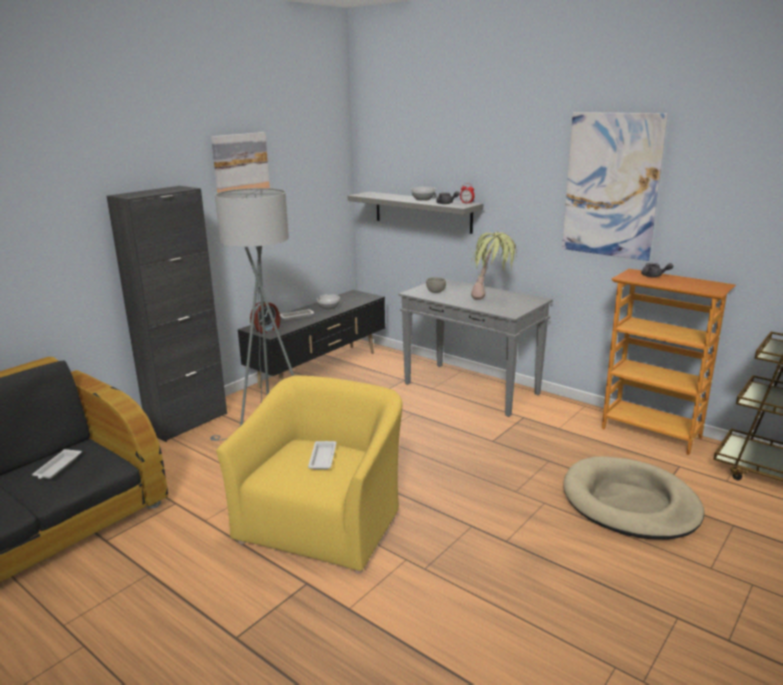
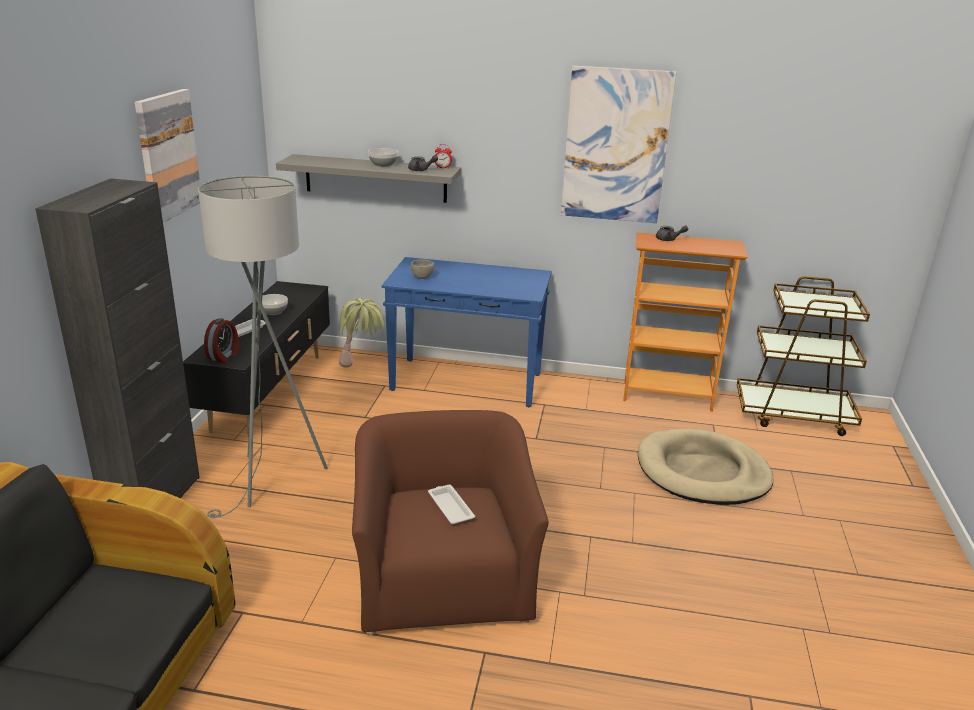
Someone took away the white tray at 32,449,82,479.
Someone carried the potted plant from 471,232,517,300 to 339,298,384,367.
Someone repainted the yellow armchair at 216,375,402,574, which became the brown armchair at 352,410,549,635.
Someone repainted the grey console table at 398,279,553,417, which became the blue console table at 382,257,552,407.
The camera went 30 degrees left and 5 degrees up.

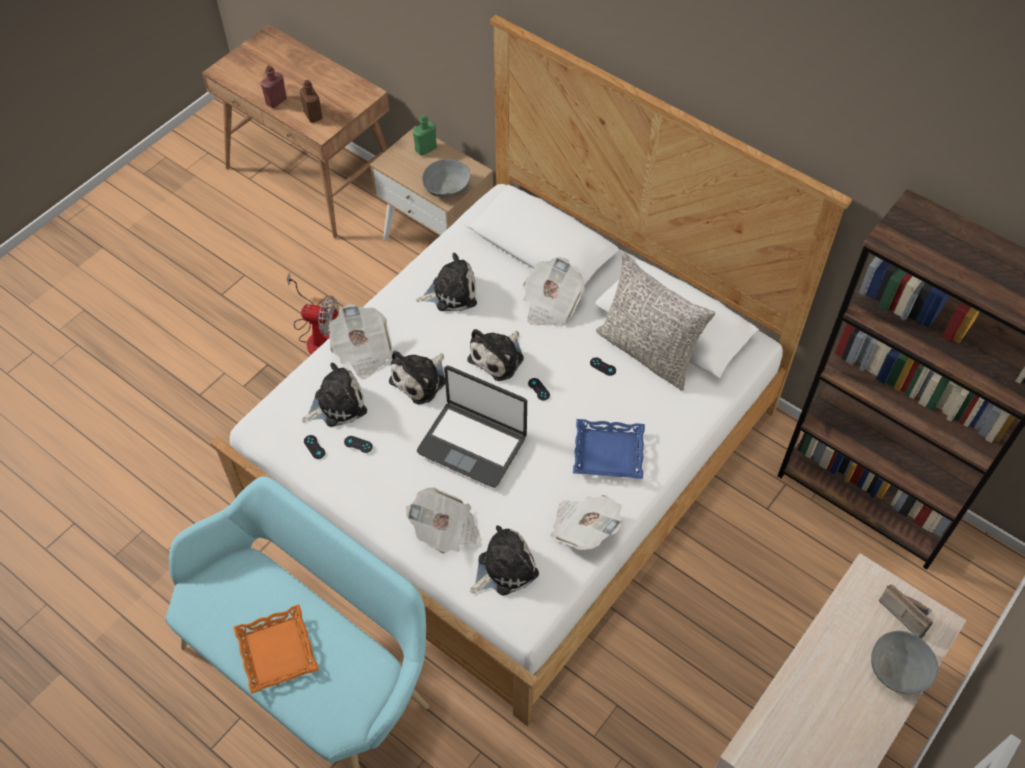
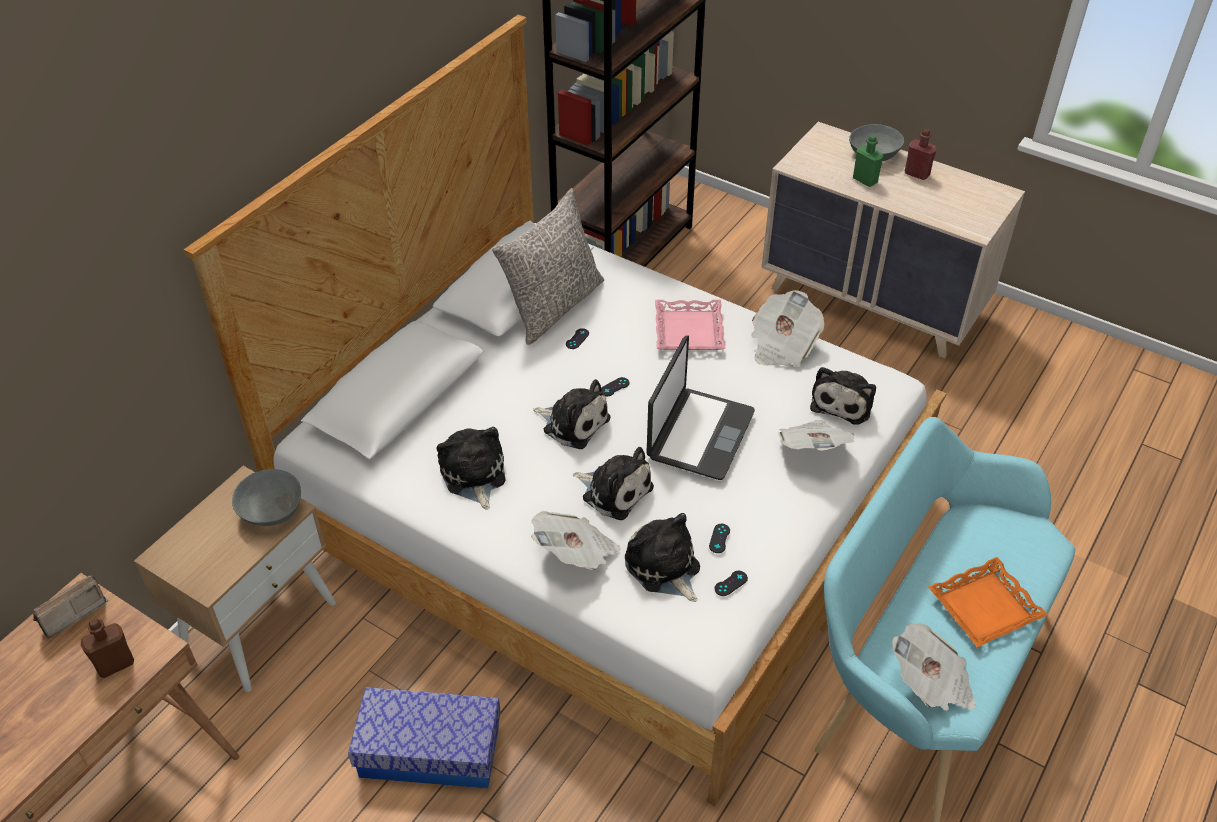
Someone carried the red bottle from 260,65,287,108 to 905,129,937,180.
Someone carried the green bottle from 413,115,437,156 to 853,135,884,187.
Someone carried the newspaper from 523,257,585,326 to 892,623,976,711.
Someone carried the radio from 879,584,933,639 to 32,575,108,639.
Someone swapped the fan at 287,273,339,354 for the storage box at 348,687,501,789.
Someone repainted the blue tray at 573,419,645,479, which became the pink tray at 655,300,725,350.
Someone rotated the plush toy at 470,525,539,596 by 120 degrees counterclockwise.
The camera went 95 degrees left and 10 degrees down.

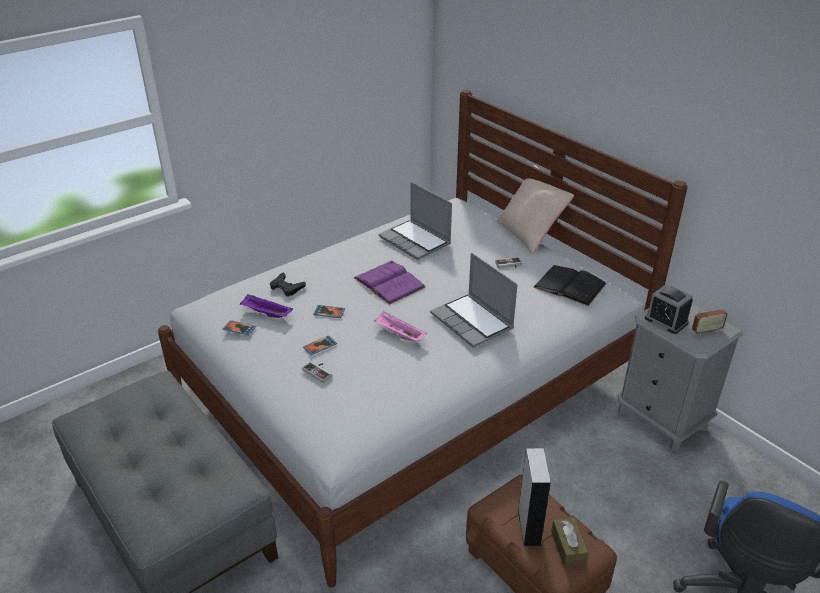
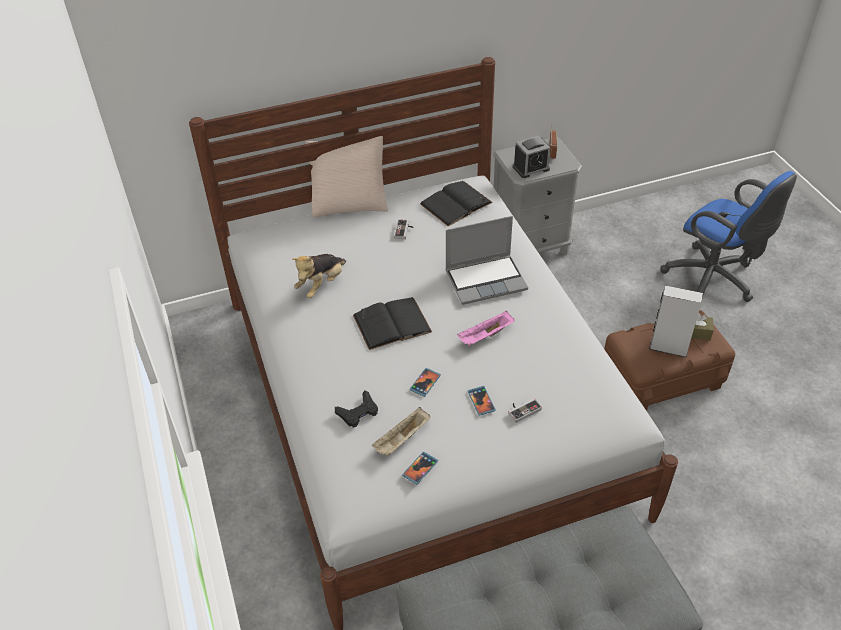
Someone swapped the laptop at 379,182,452,260 for the plush toy at 292,254,346,298.
Someone repainted the purple tray at 240,294,293,318, which became the beige tray at 372,407,431,456.
Someone repainted the purple book at 354,260,425,305, which became the black book at 353,297,432,350.
The camera went 70 degrees left and 10 degrees up.

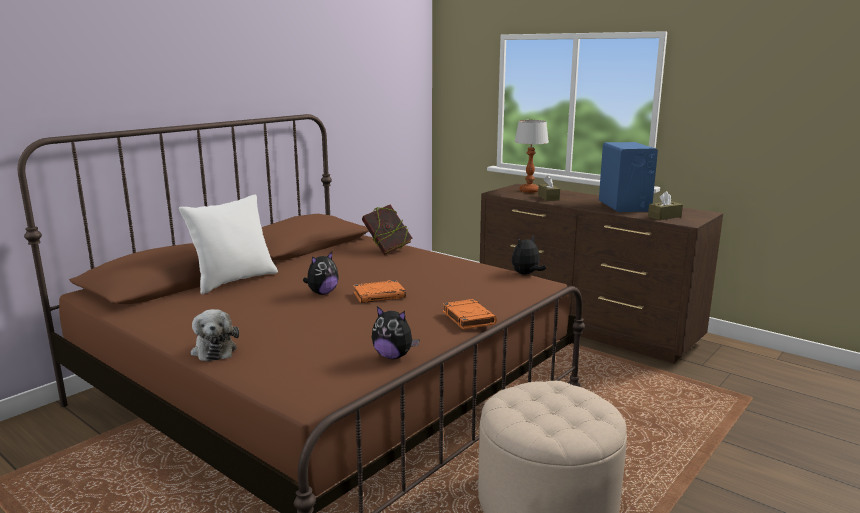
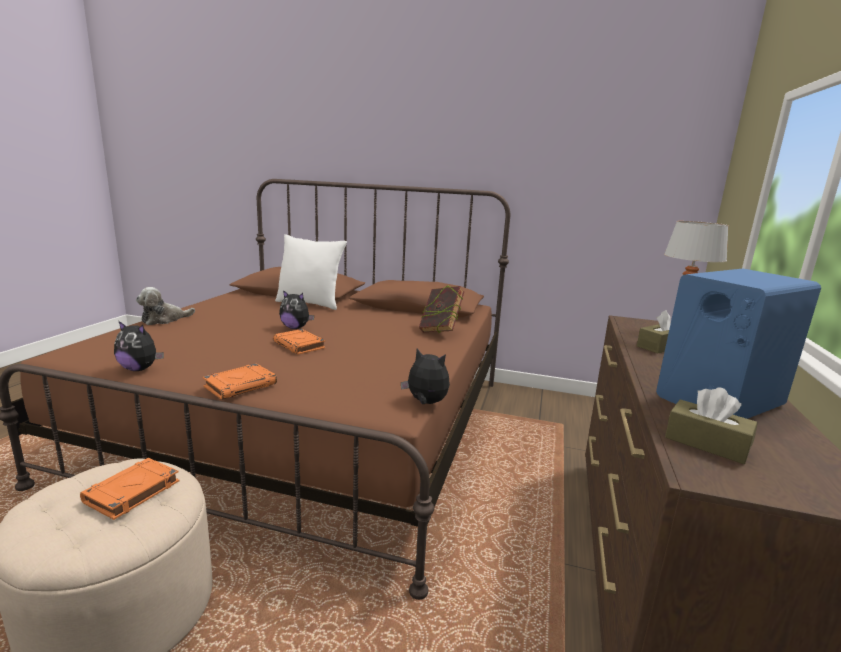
Someone put down the orange book at 80,458,179,520.
Someone rotated the plush toy at 371,306,419,359 by 75 degrees counterclockwise.
The camera went 65 degrees right and 0 degrees up.

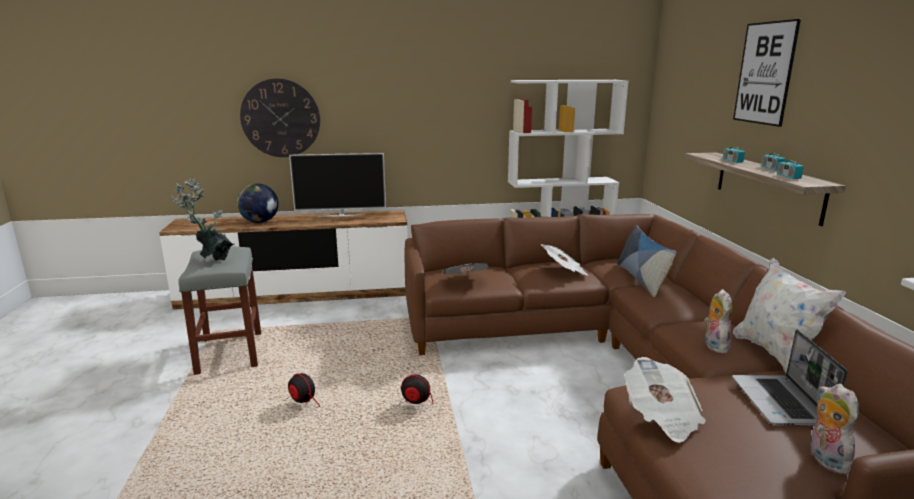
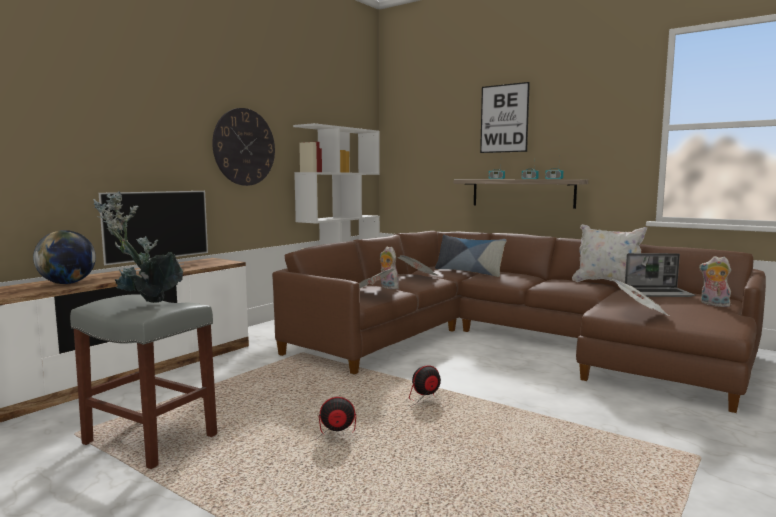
Someone carried the wall clock from 240,78,320,157 to 212,108,275,186.
Someone carried the plush toy from 704,289,732,354 to 380,246,399,289.
Someone rotated the laptop at 732,329,848,426 by 45 degrees counterclockwise.
The camera went 45 degrees left and 10 degrees down.

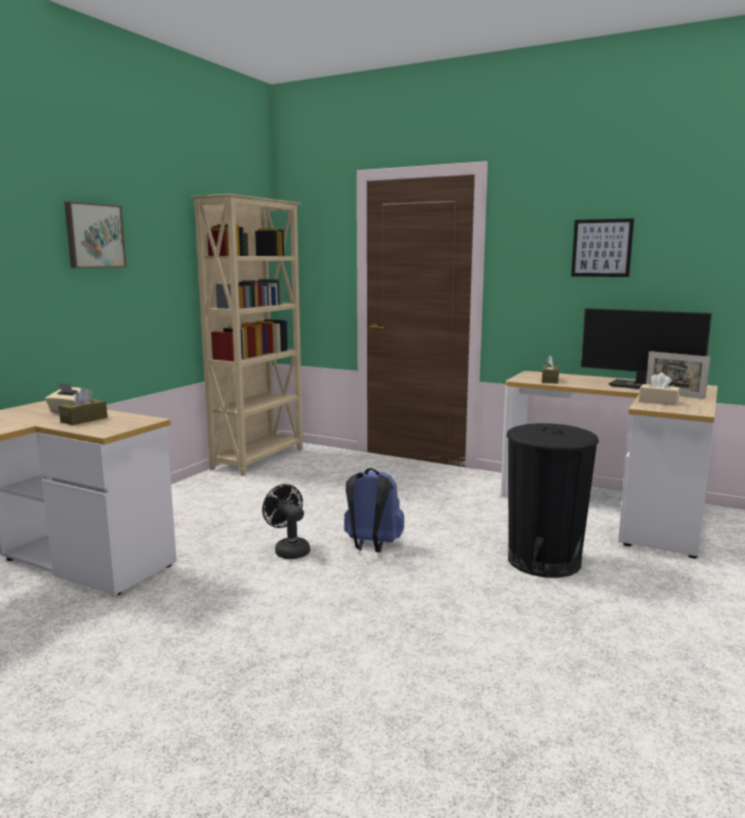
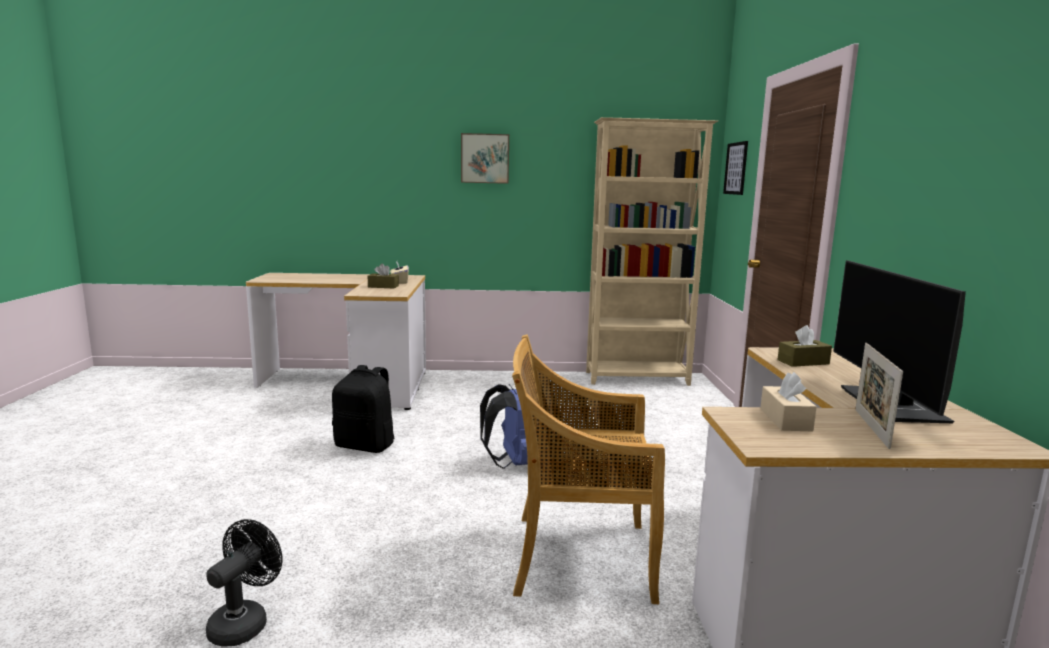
Someone put down the black backpack at 332,365,395,453.
Someone carried the black fan from 262,484,310,559 to 206,519,283,646.
Someone carried the picture from 571,218,634,277 to 723,141,748,195.
Someone swapped the black trash can at 507,423,599,578 for the beige chair at 512,335,665,604.
The camera went 60 degrees right and 0 degrees up.

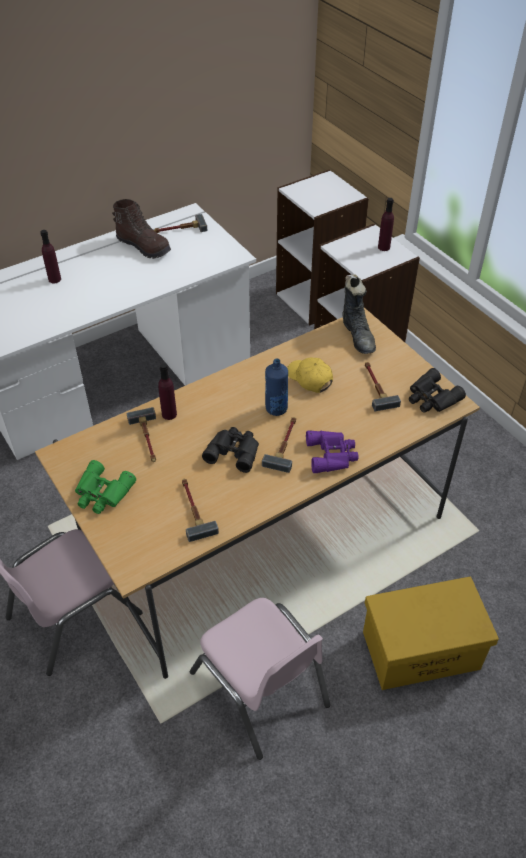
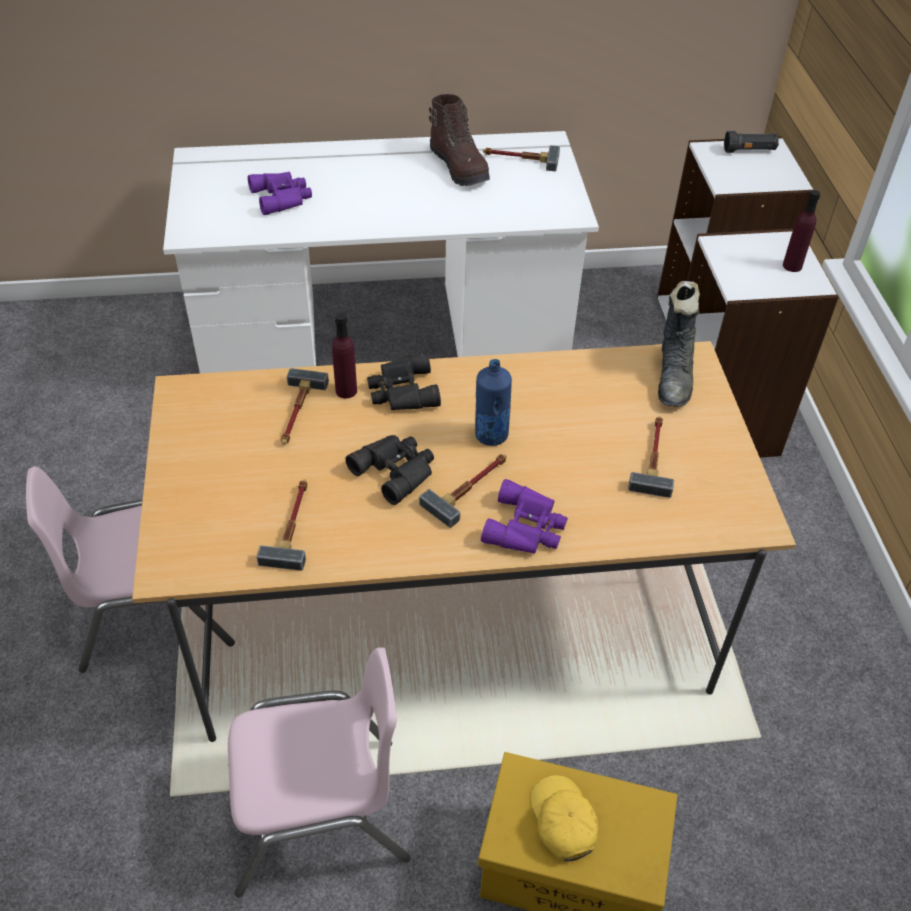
Someone took away the purple bottle at 40,230,61,283.
Someone took away the green binoculars at 75,460,136,514.
Someone put down the purple binoculars at 248,172,312,215.
Someone put down the black flashlight at 724,131,779,153.
Someone carried the yellow cap from 287,357,333,393 to 531,775,599,861.
Someone carried the black binoculars from 409,368,466,413 to 367,352,441,410.
Someone rotated the pink chair at 190,598,330,760 by 90 degrees counterclockwise.
The camera went 25 degrees right and 0 degrees up.

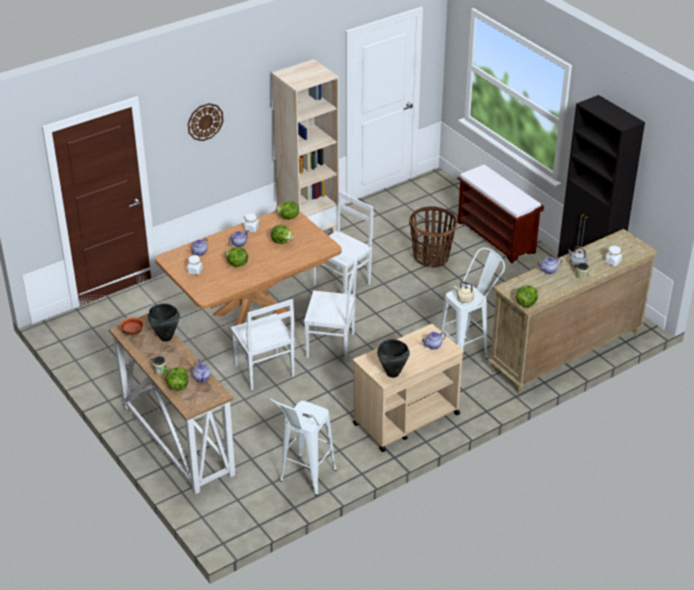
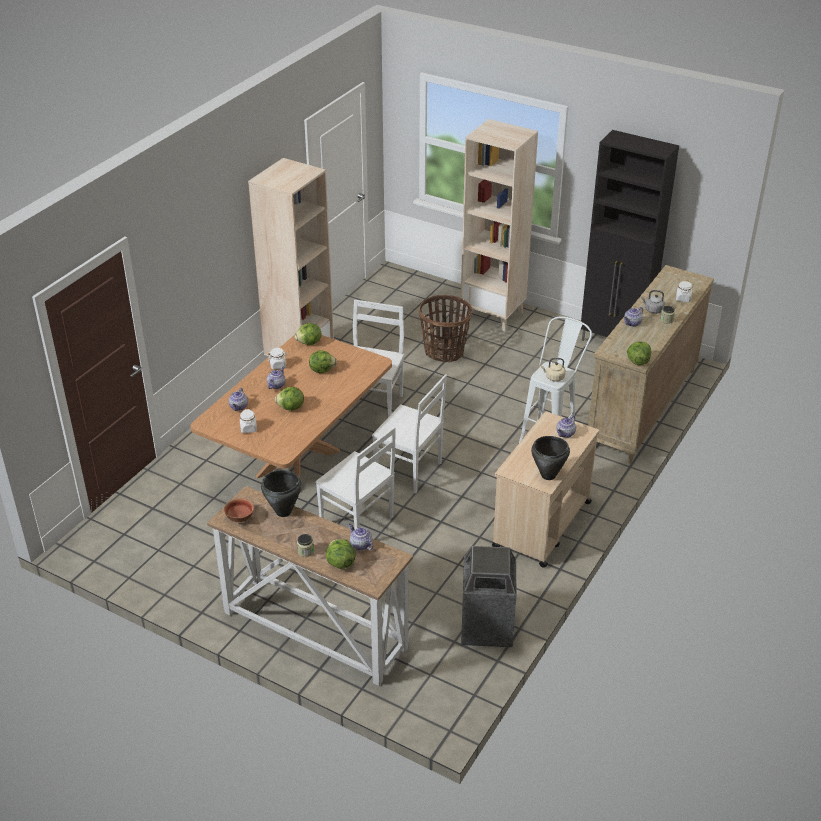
Someone took away the wall clock at 188,103,224,141.
Someone swapped the white stool at 269,398,337,496 for the trash can at 461,546,517,647.
Someone swapped the brown bench at 457,164,544,263 for the beige bookcase at 460,119,538,332.
Someone rotated the white chair at 304,256,358,362 by 45 degrees clockwise.
The camera went 25 degrees left and 0 degrees up.

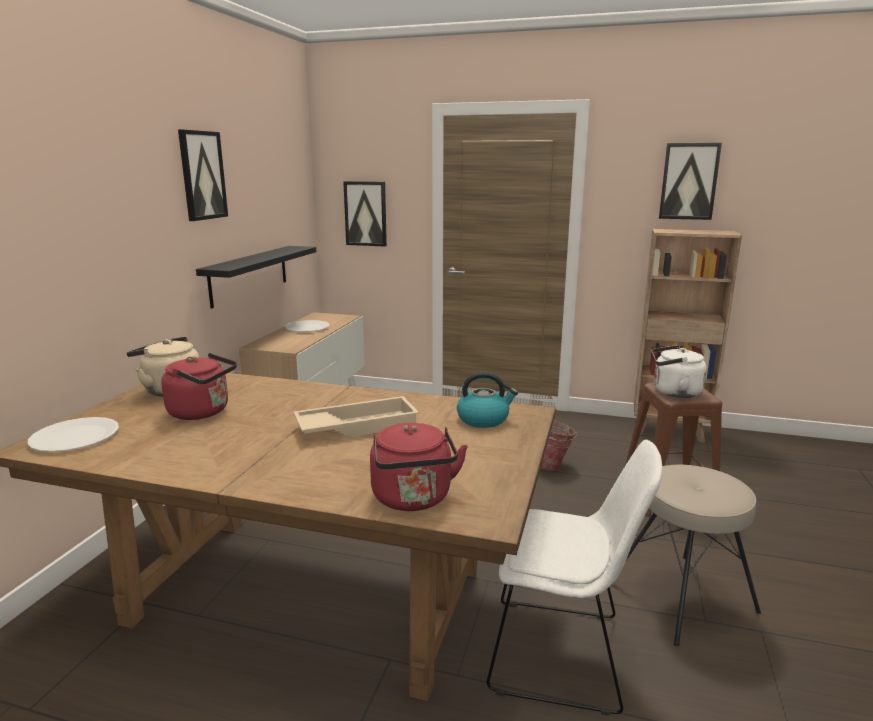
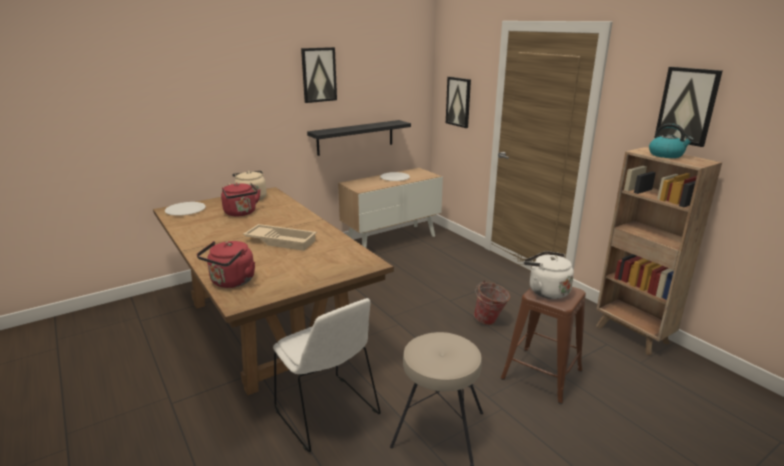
Someone carried the kettle from 457,372,518,428 to 649,123,694,158.
The camera went 40 degrees right and 5 degrees up.

